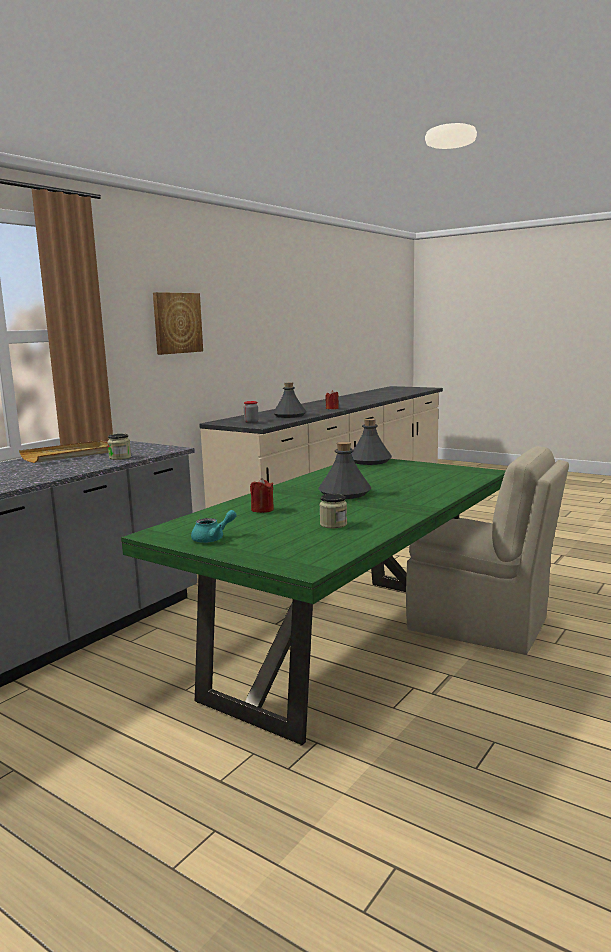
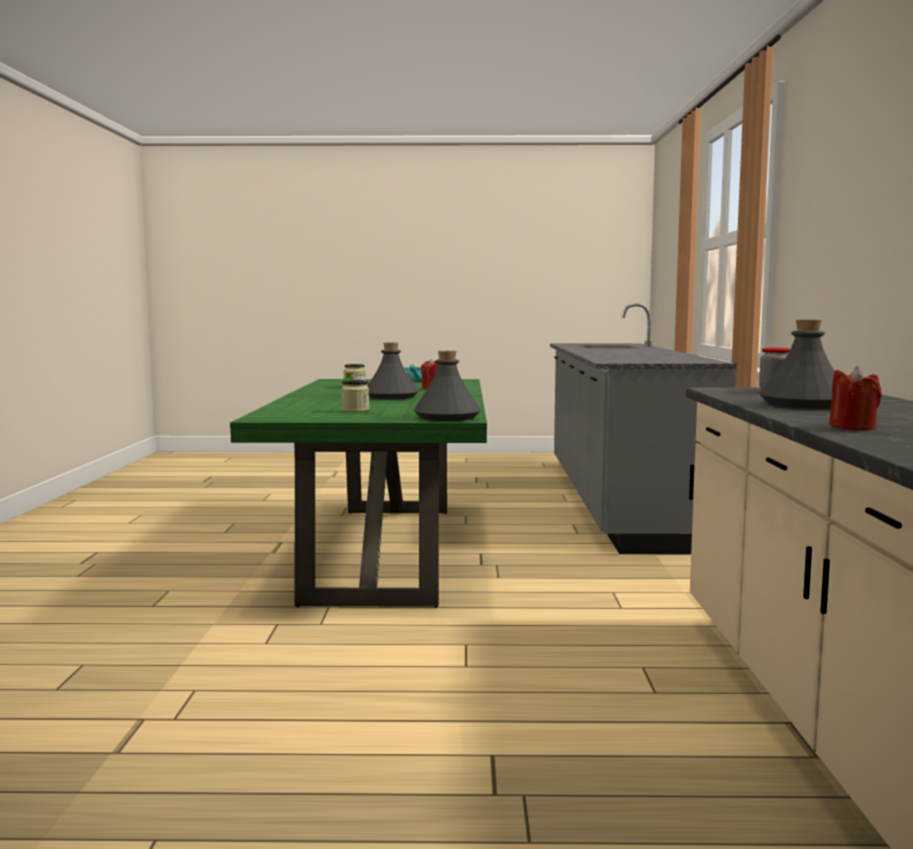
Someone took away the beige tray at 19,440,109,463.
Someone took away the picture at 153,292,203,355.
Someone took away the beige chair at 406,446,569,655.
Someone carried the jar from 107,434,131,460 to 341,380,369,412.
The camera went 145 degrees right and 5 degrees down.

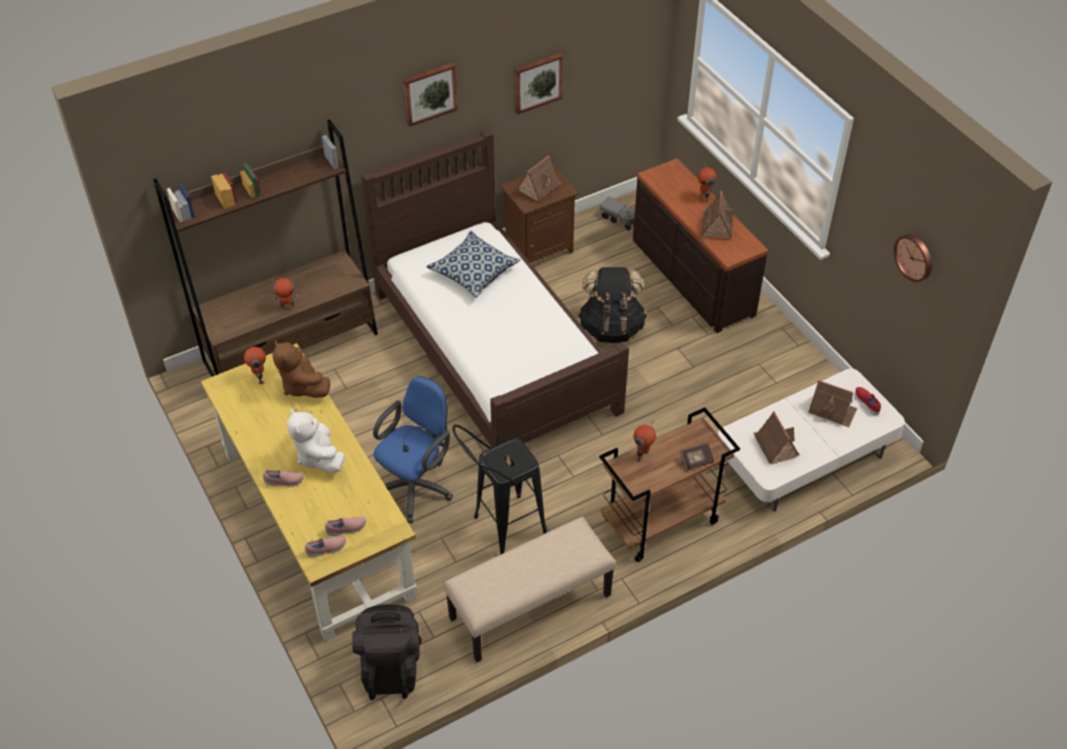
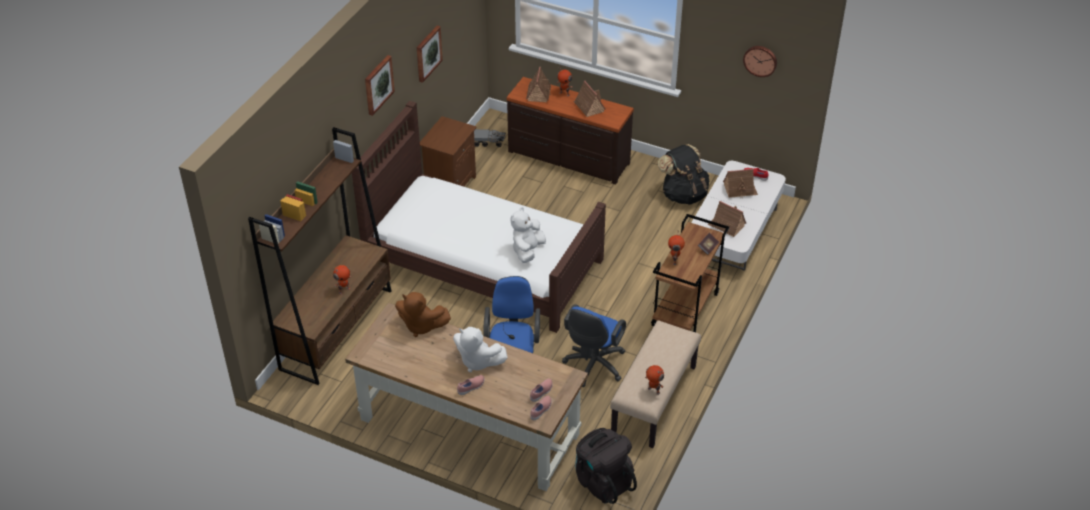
Someone took away the pillow at 426,231,520,297.
Someone put down the white plush toy at 511,207,546,263.
Someone carried the toy robot from 244,347,266,384 to 645,365,664,395.
Someone carried the toy house from 517,156,561,201 to 526,67,551,102.
Someone carried the black backpack from 578,267,647,343 to 658,144,709,205.
Someone swapped the black stool at 453,424,547,555 for the blue office chair at 562,304,626,387.
Someone repainted the yellow desk at 201,343,417,642, which became the brown desk at 345,303,588,491.
The camera went 35 degrees left and 5 degrees down.

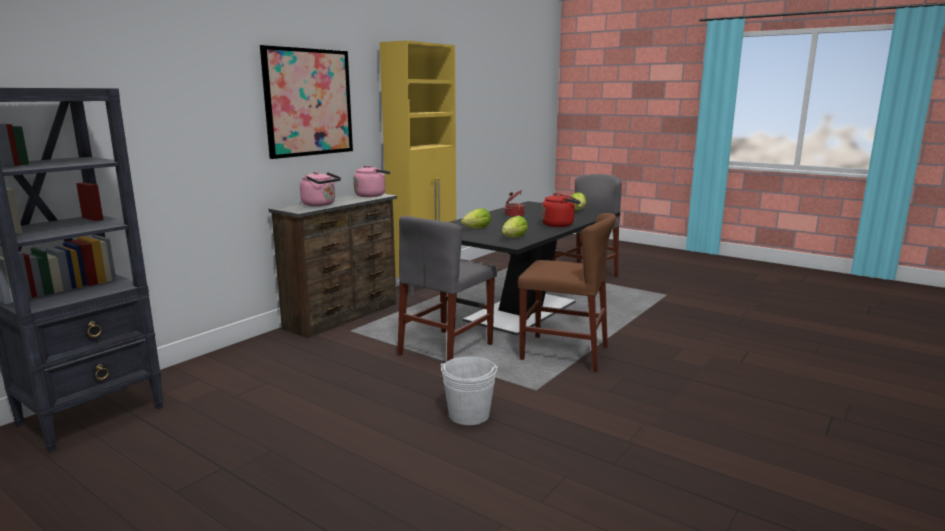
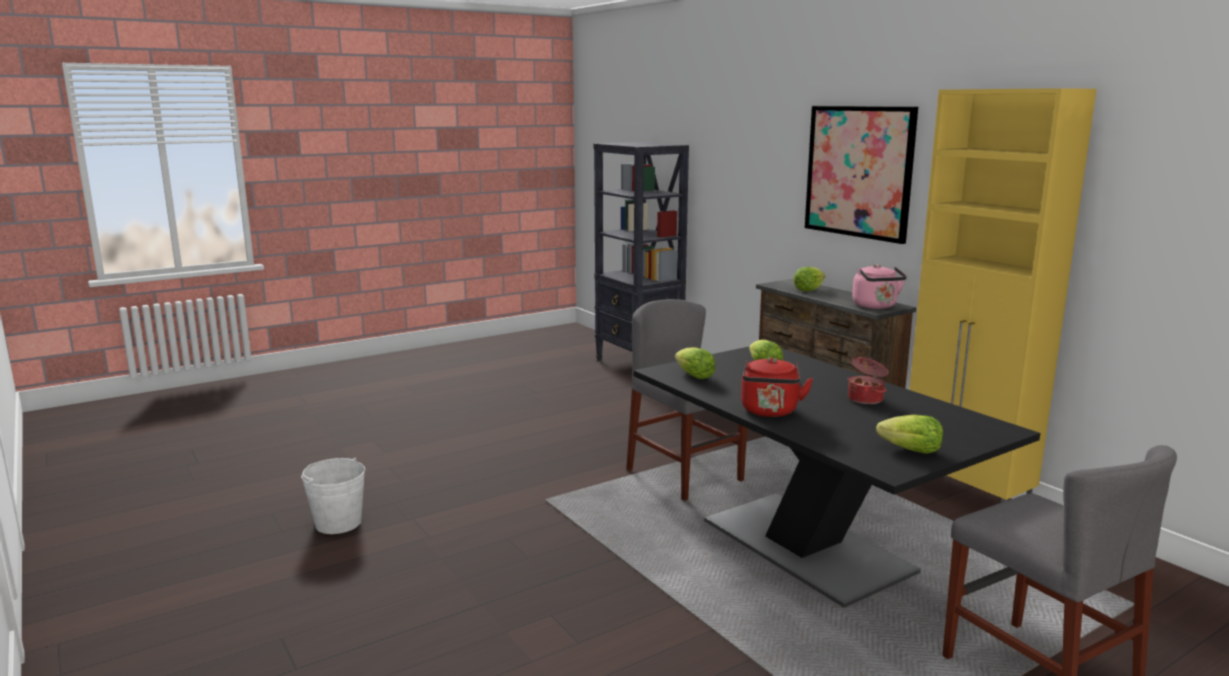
Someone took away the brown chair at 518,213,616,372.
Someone carried the white bucket from 441,357,498,425 to 301,458,365,534.
Someone swapped the pink kettle at 300,172,341,206 for the lettuce at 793,267,825,291.
The camera went 110 degrees right and 0 degrees up.

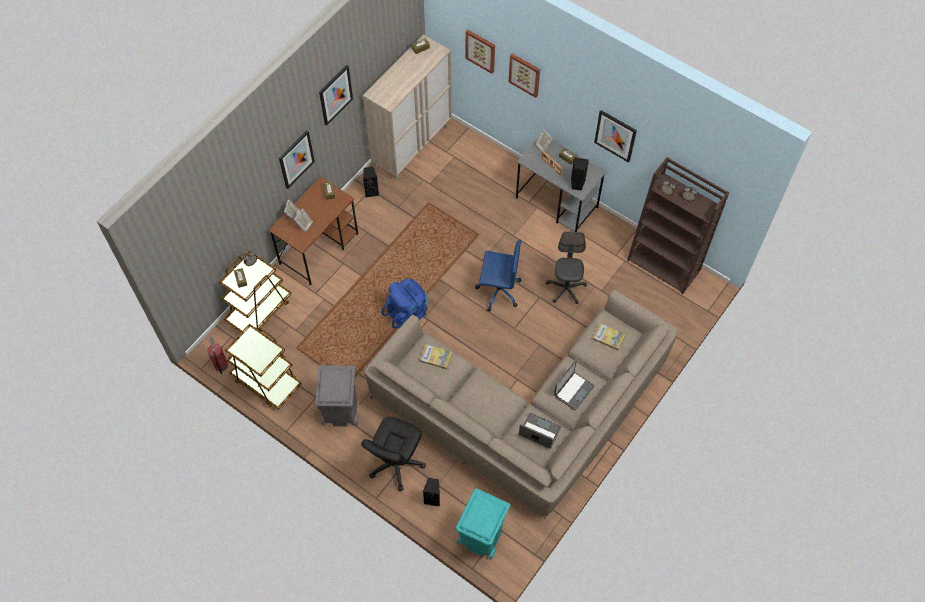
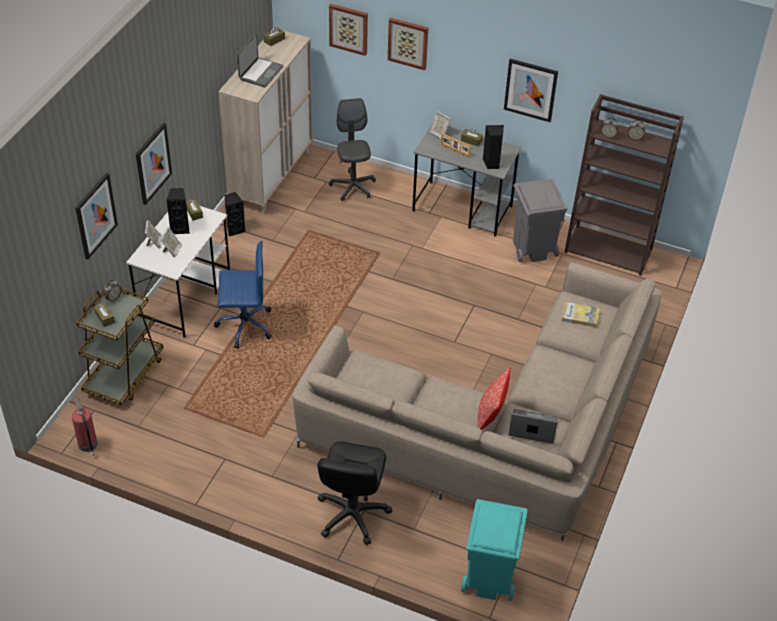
Someone took away the brown cart at 225,323,302,409.
Someone took away the blue backpack at 381,279,429,328.
Someone took away the book at 420,344,452,369.
Someone put down the pillow at 477,367,511,430.
Someone carried the grey trash can from 315,365,359,427 to 513,179,567,262.
Someone carried the picture from 319,65,353,126 to 75,173,118,260.
Someone carried the black speaker from 423,478,440,507 to 166,188,190,234.
Someone carried the blue office chair from 475,239,521,312 to 214,241,272,349.
Someone carried the grey office chair from 546,231,587,304 to 329,98,376,201.
Someone carried the laptop from 554,360,595,410 to 237,34,283,87.
Someone repainted the brown desk at 268,177,358,285, which became the white desk at 126,206,230,338.
The camera went 15 degrees left and 15 degrees down.

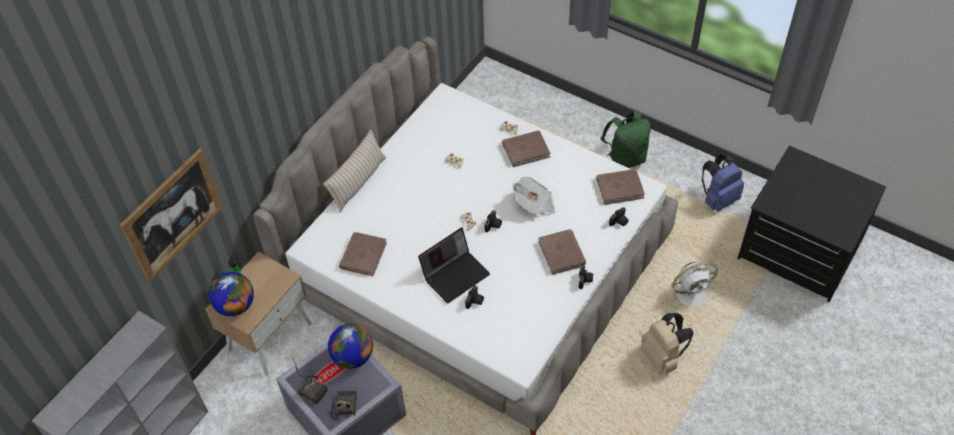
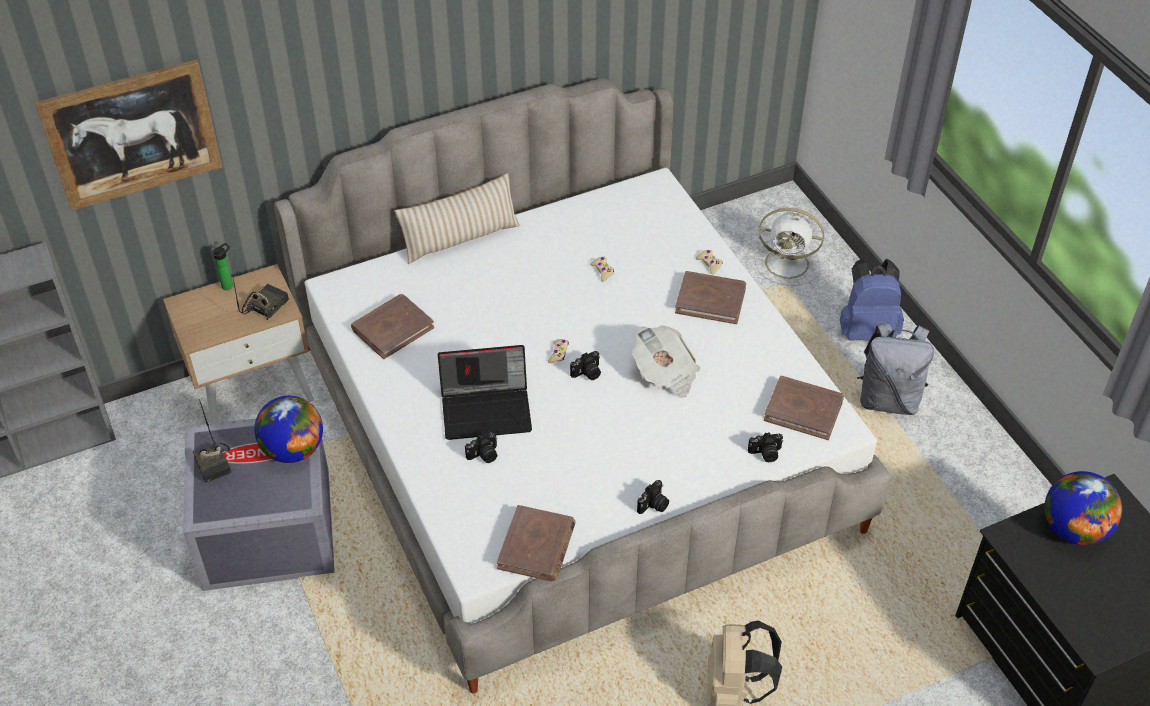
Someone carried the globe from 208,272,254,316 to 1045,471,1122,545.
Someone carried the radio from 331,391,357,421 to 233,278,289,320.
Someone carried the brown book from 538,229,586,275 to 497,505,576,582.
Someone carried the white fan from 665,262,718,313 to 755,208,824,286.
Someone carried the blue backpack from 702,153,744,212 to 840,258,904,340.
Someone repainted the green backpack at 600,111,651,168, which became the grey backpack at 857,322,934,415.
The camera went 30 degrees right and 5 degrees down.

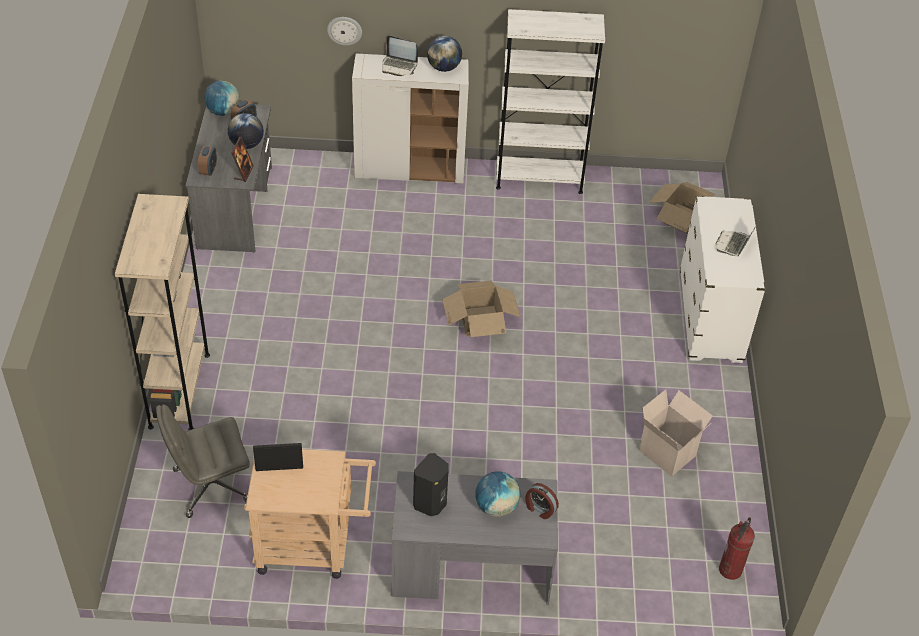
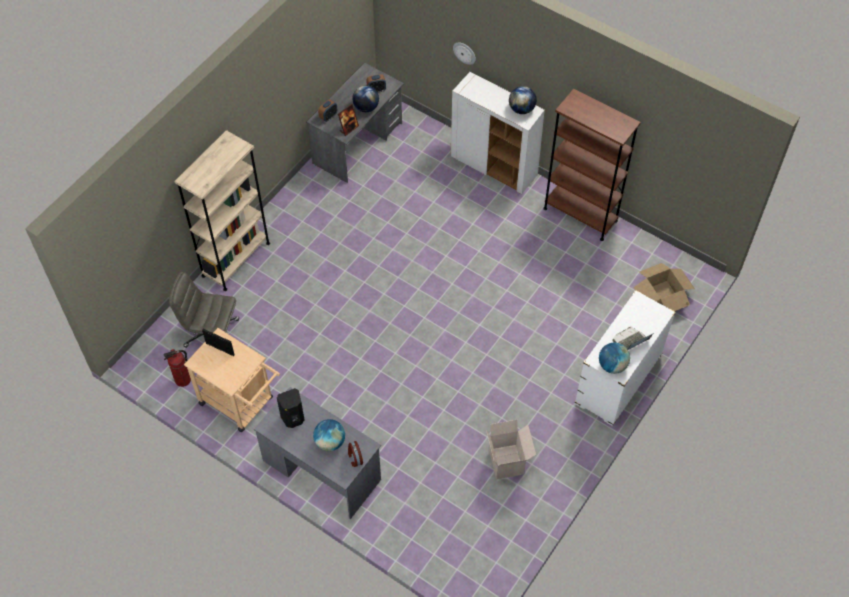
Someone took away the laptop at 382,36,418,76.
Someone took away the cardboard box at 442,281,521,337.
Someone carried the globe from 204,81,240,116 to 599,343,630,374.
Someone carried the fire extinguisher from 719,518,755,580 to 163,349,191,387.
Someone repainted the white bookcase at 496,9,605,194, which became the brown bookcase at 543,89,641,241.
The camera went 35 degrees right and 10 degrees up.

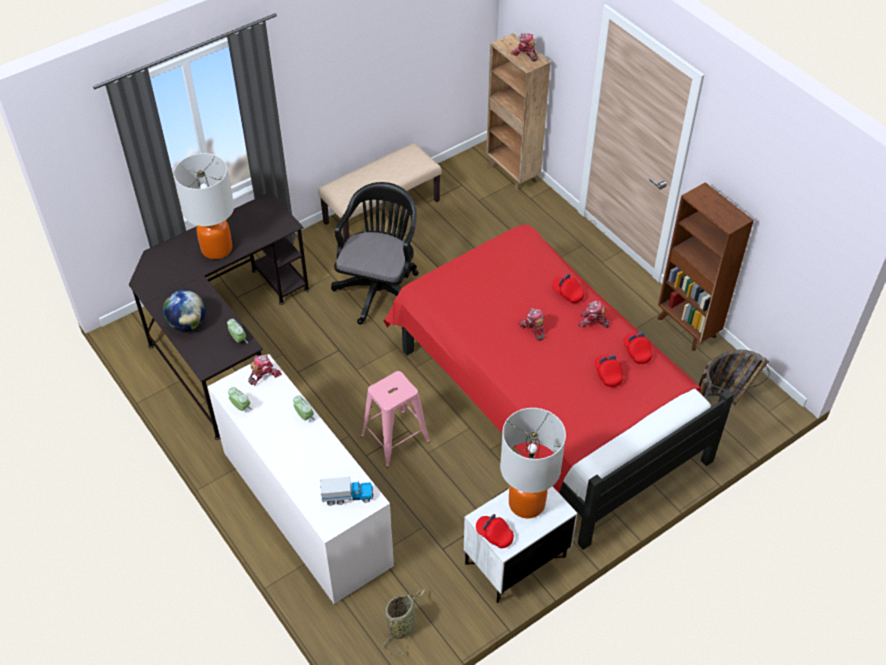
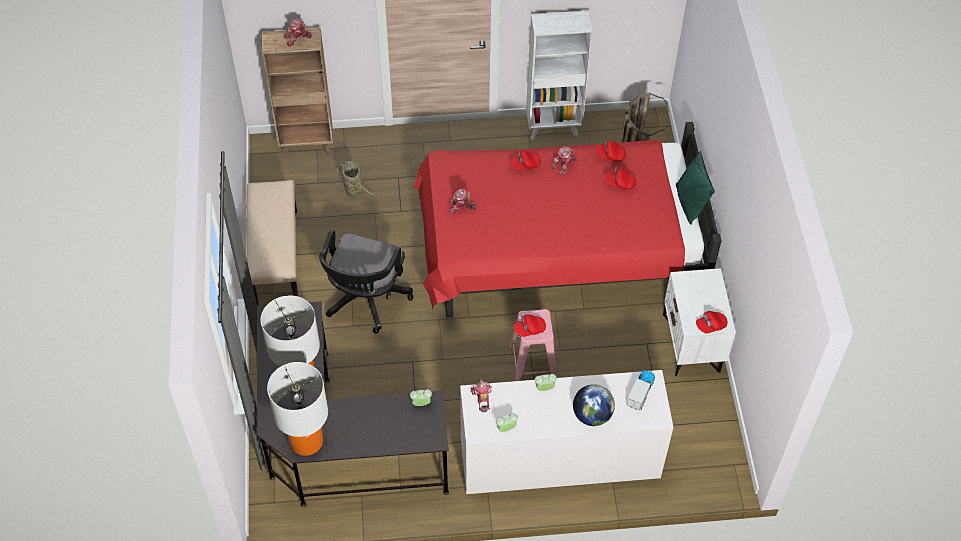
Someone put down the red cap at 513,314,546,337.
Someone put down the green pillow at 676,151,715,225.
Someone carried the globe from 163,290,206,331 to 573,384,615,426.
Someone carried the basket from 383,589,425,654 to 337,161,375,205.
Someone carried the table lamp from 500,408,566,518 to 267,362,328,456.
Someone carried the toy robot from 519,308,546,341 to 449,189,476,214.
Someone repainted the brown bookcase at 658,182,754,351, which became the white bookcase at 526,11,592,140.
Someone rotated the black office chair at 331,182,419,325 by 120 degrees counterclockwise.
The camera went 60 degrees left and 5 degrees up.

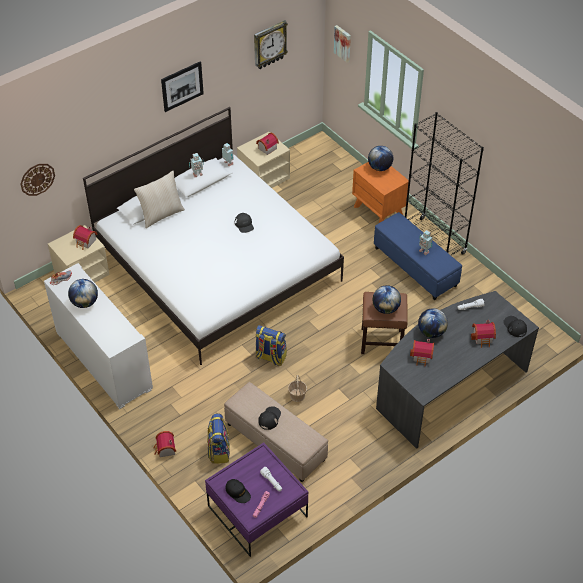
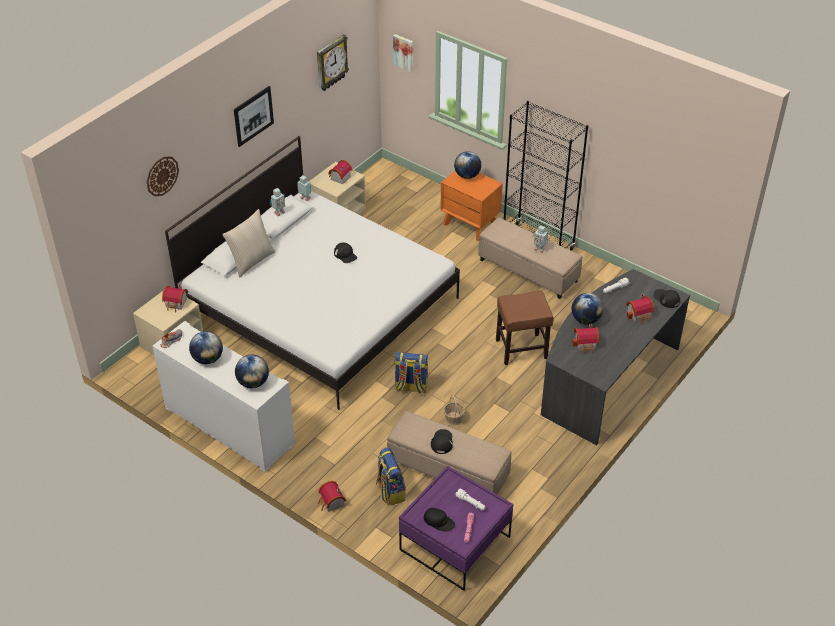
Someone carried the wall clock from 20,164,55,196 to 147,157,179,196.
Someone carried the globe from 373,285,401,314 to 235,355,269,388.
Someone repainted the blue ottoman at 374,212,462,300, which became the beige ottoman at 478,217,582,299.
The camera went 15 degrees left and 5 degrees down.

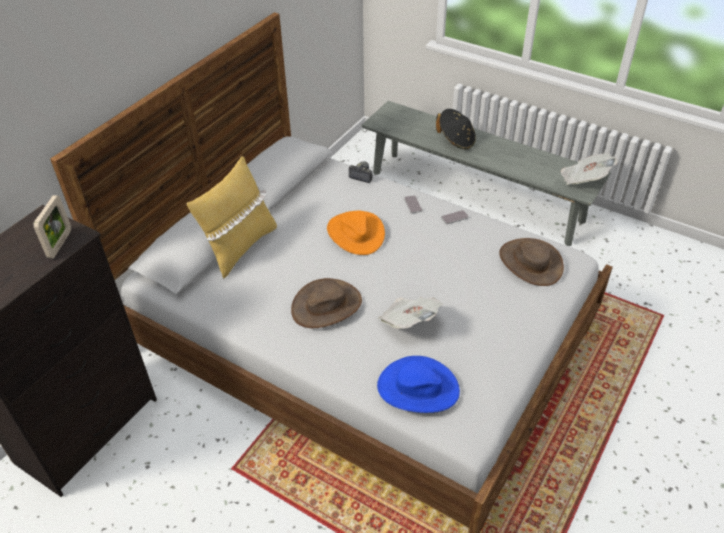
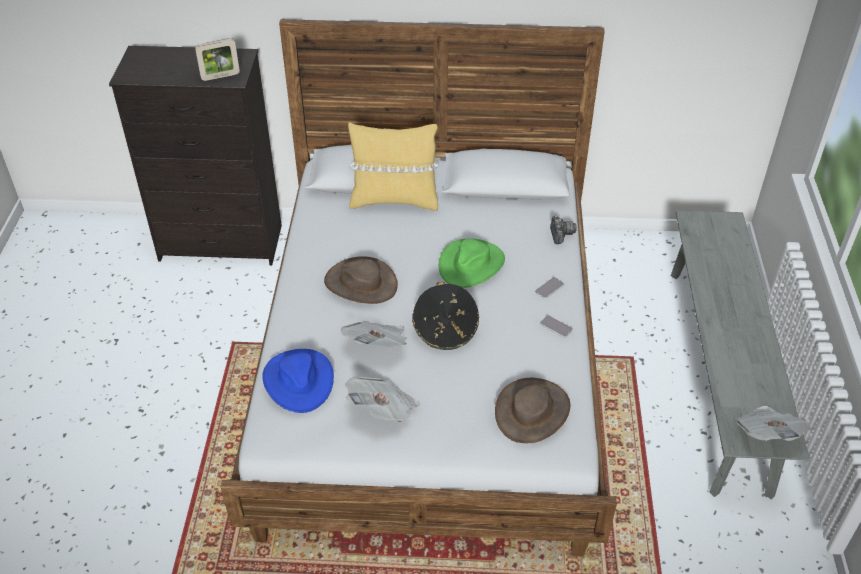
Someone put down the newspaper at 345,376,420,422.
Someone carried the black hat from 436,109,476,149 to 412,282,479,350.
Someone repainted the orange hat at 327,210,385,255, which became the green hat at 439,238,505,288.
The camera went 60 degrees right and 0 degrees up.

